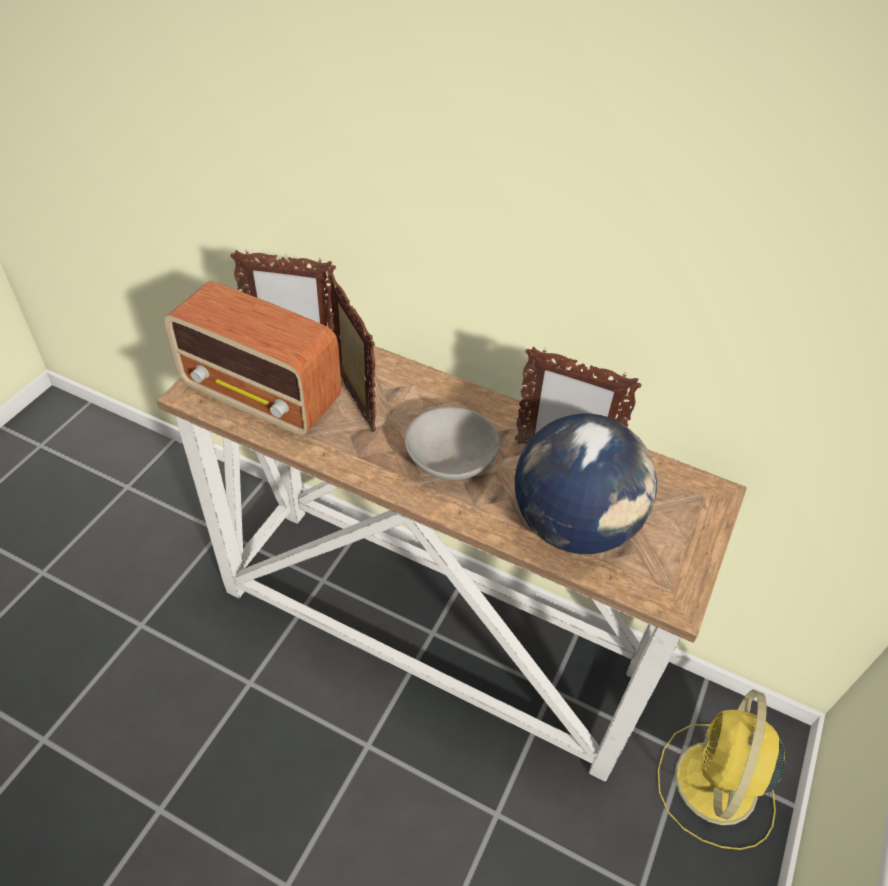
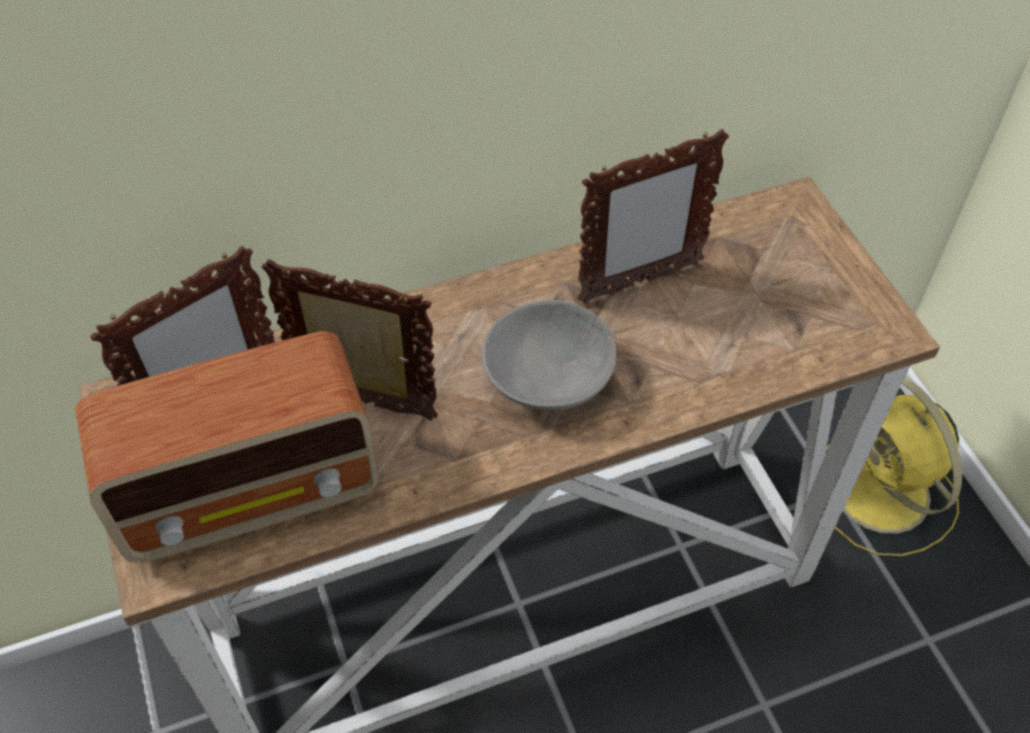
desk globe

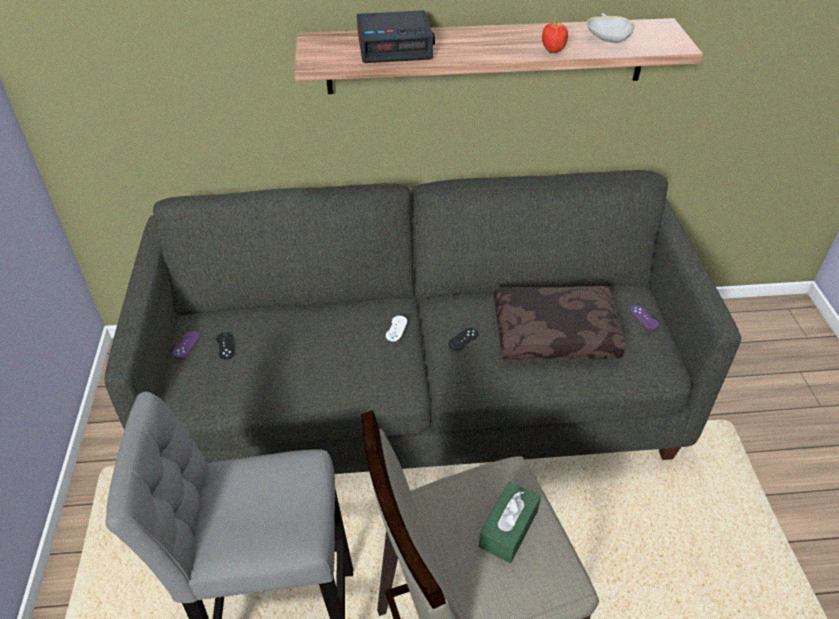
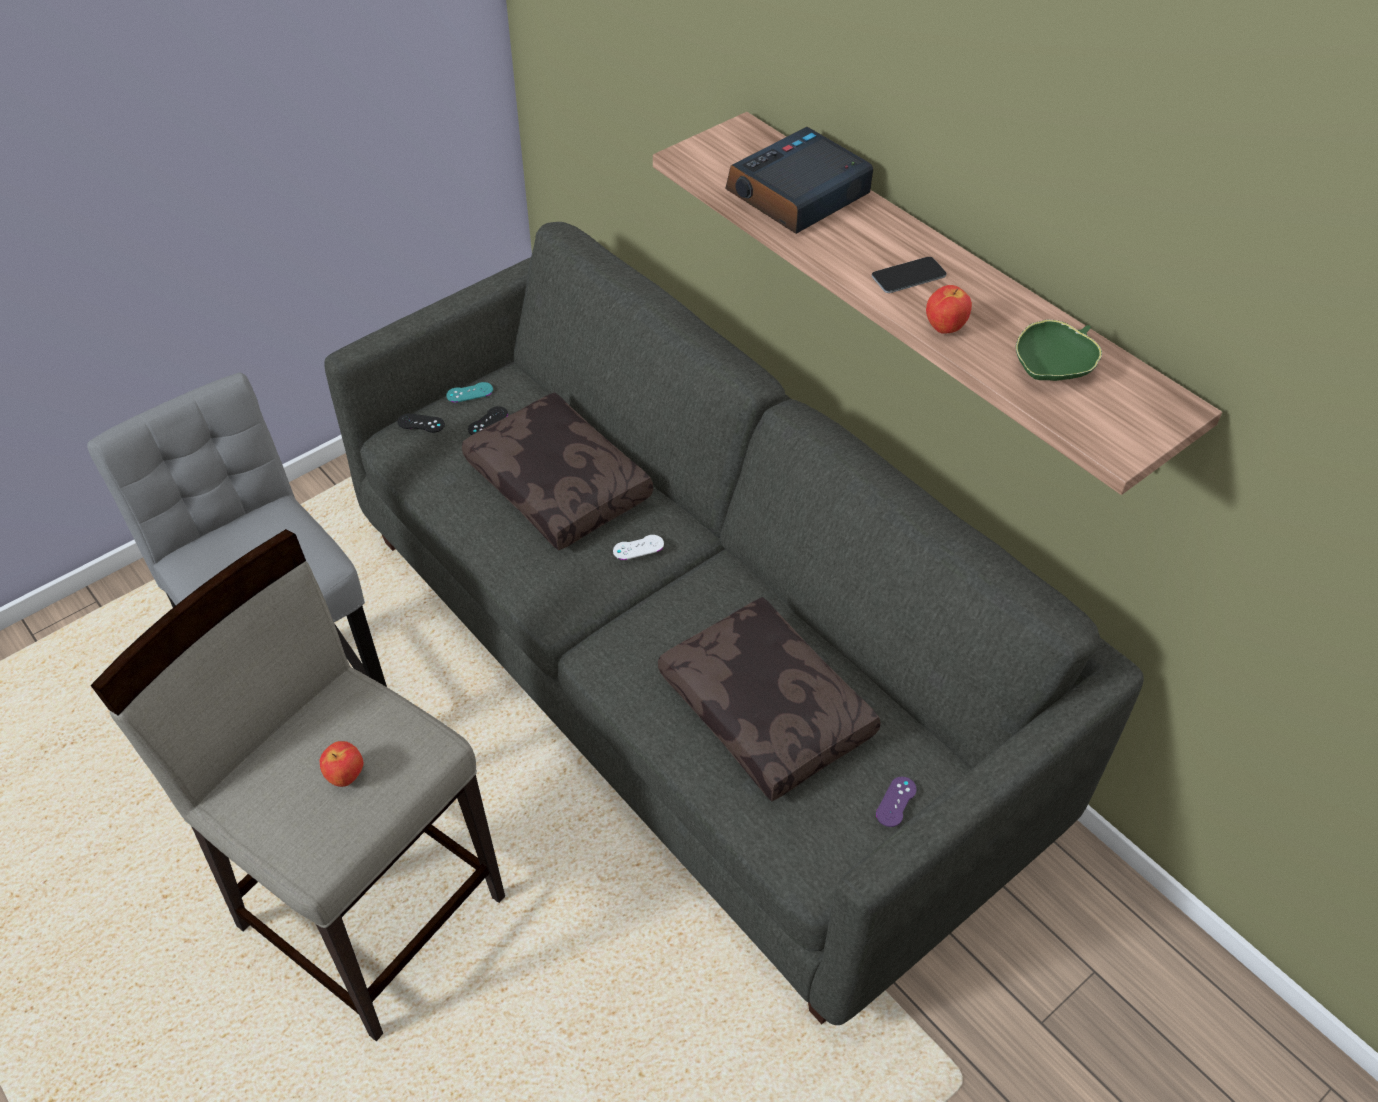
bedside clock
green-coloured deep dish
black-coloured joypad (1st from left)
turquoise-coloured joypad
whole apple (1st from left)
phone
brown-coloured pillow (1st from left)

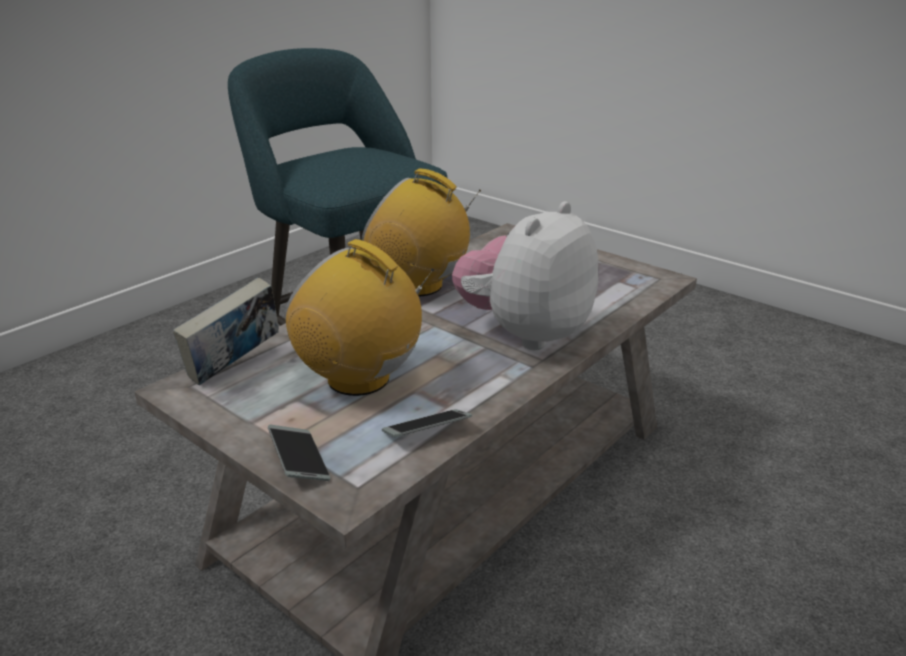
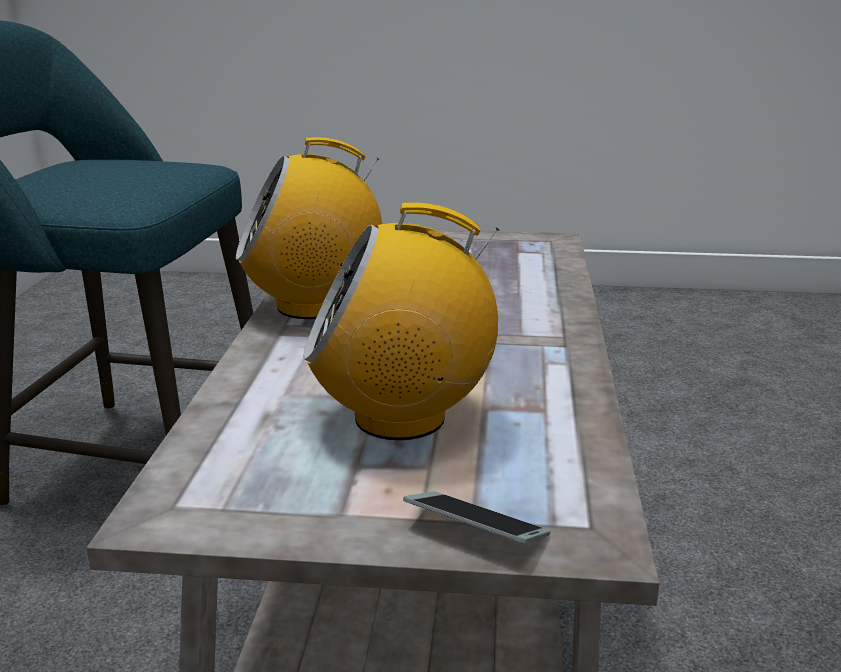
cuddly toy
volume
phone (2nd from left in the first image)

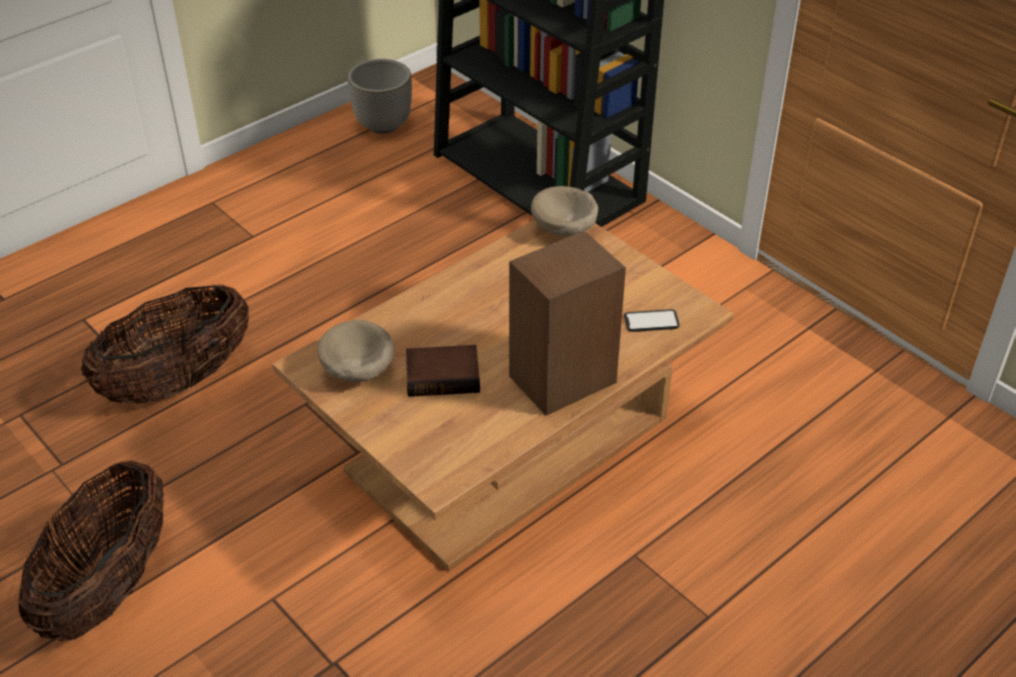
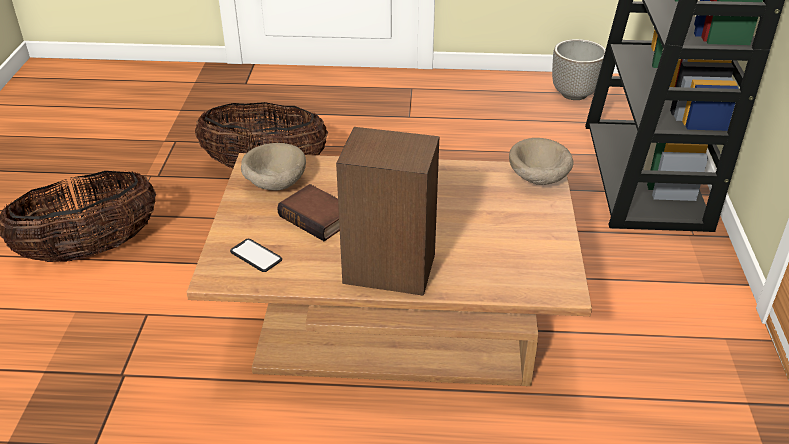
phone

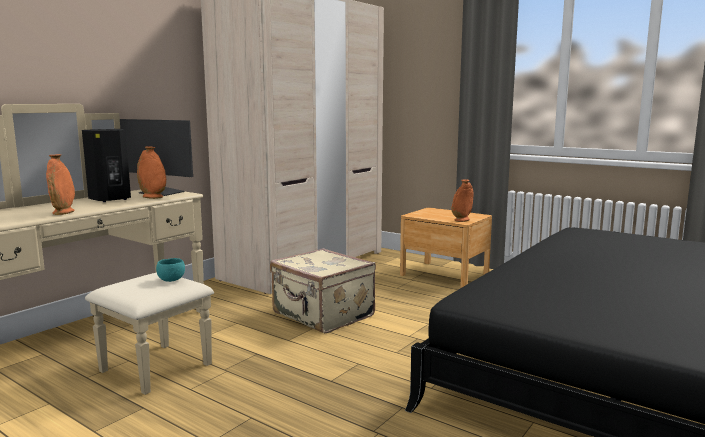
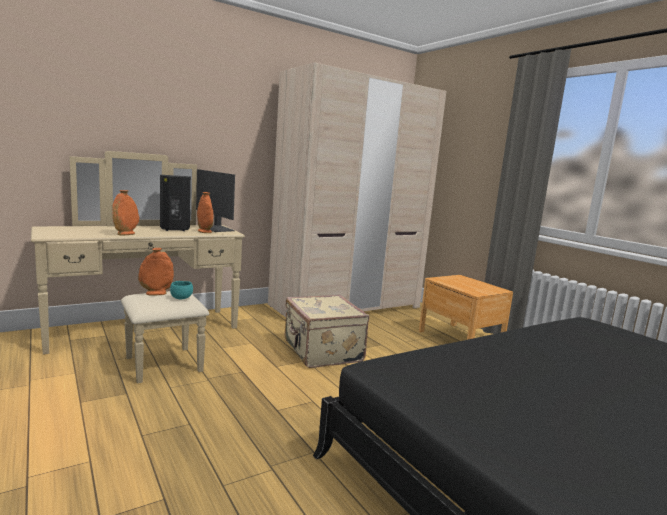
orange decorative vase (2nd from left)

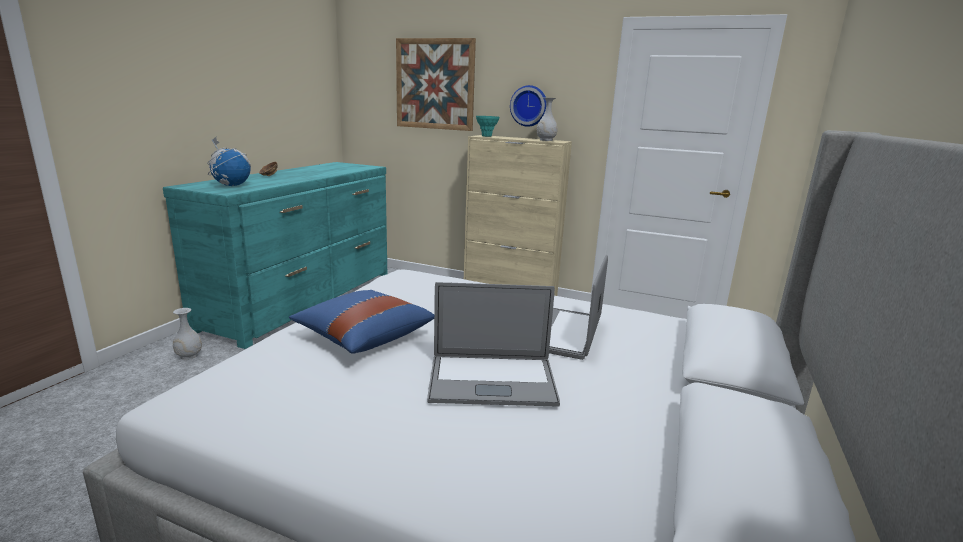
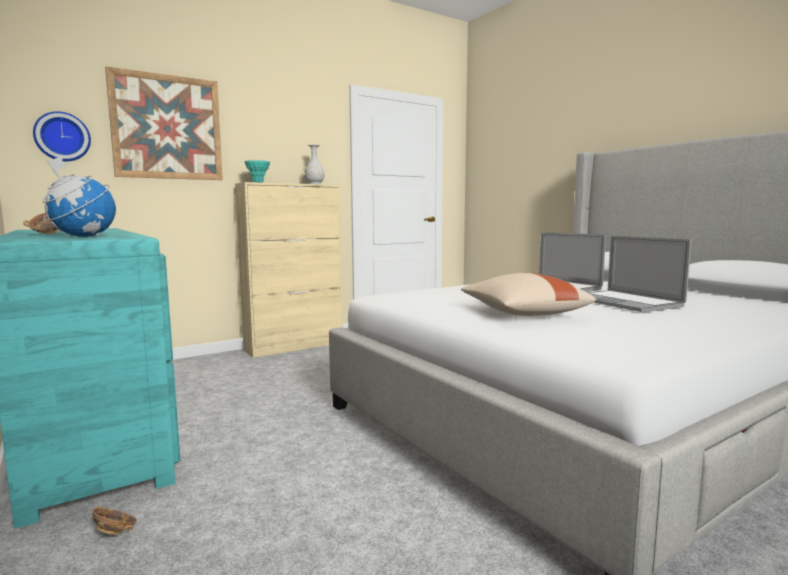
wall clock
laptop (2nd from left)
sand-coloured pillow
deep dish (2nd from left)

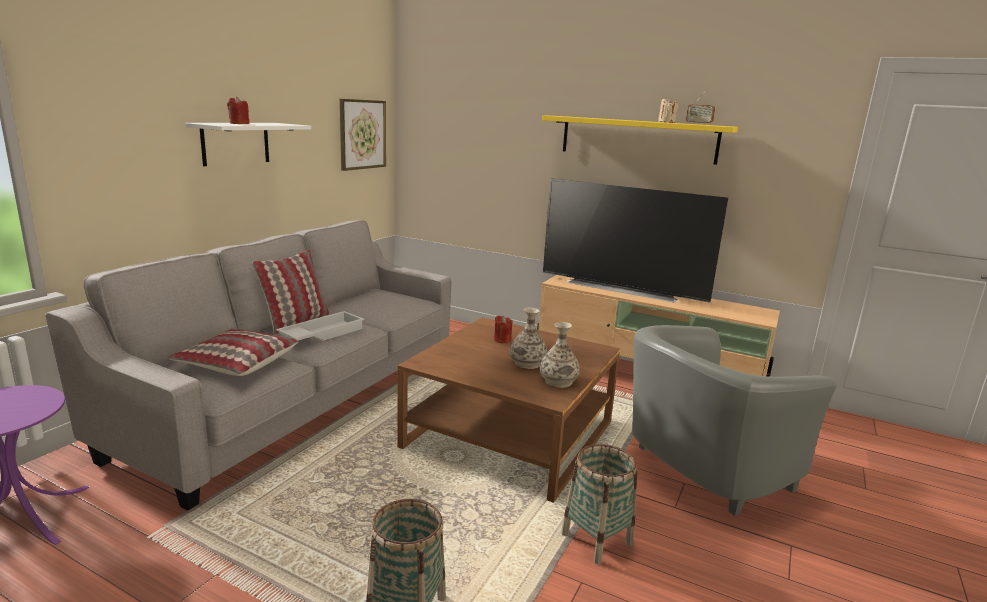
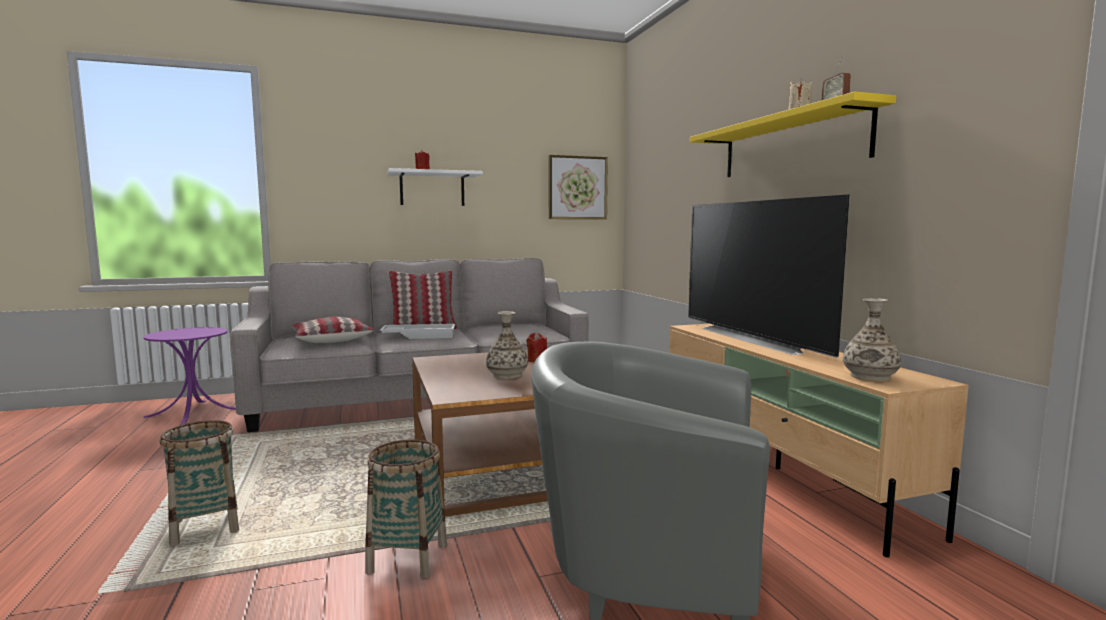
decorative vase (2nd from left)

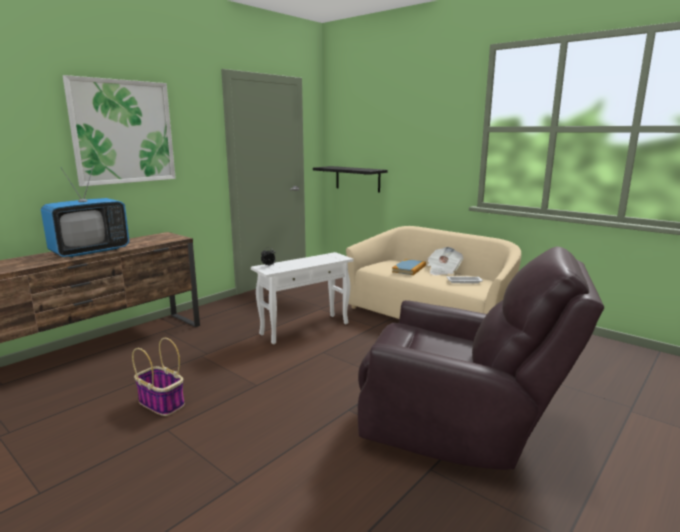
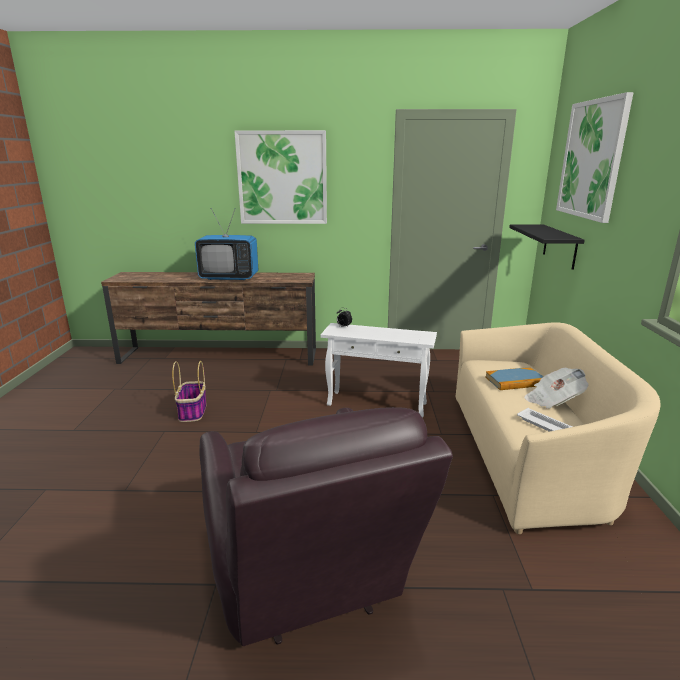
picture (2nd from left)

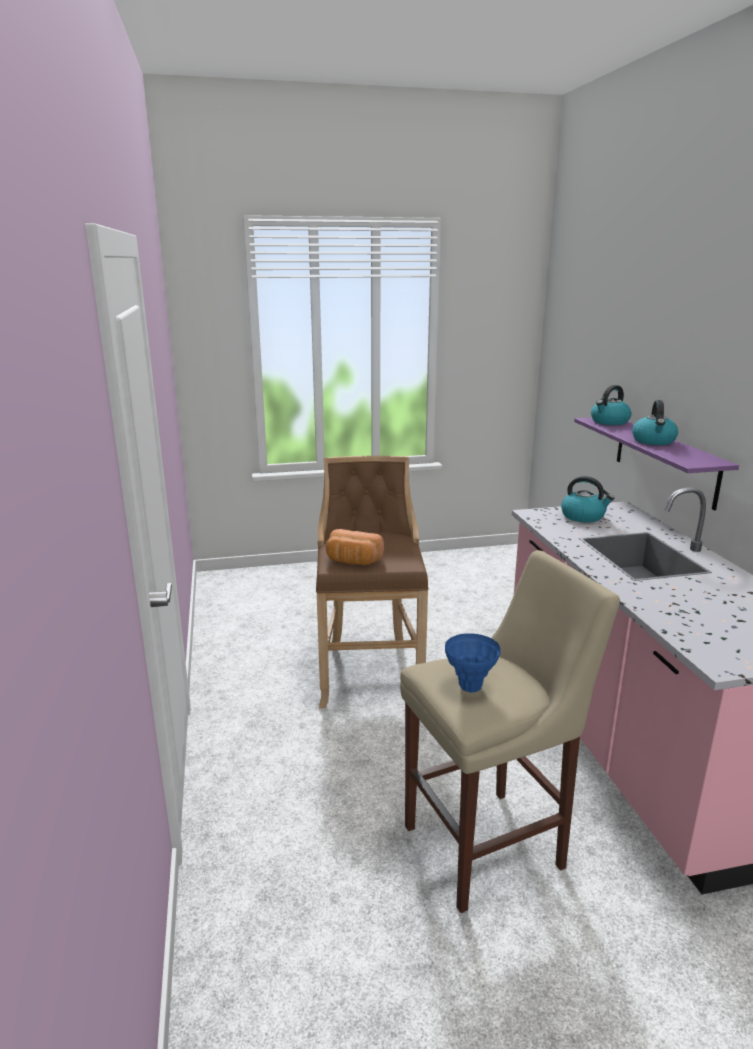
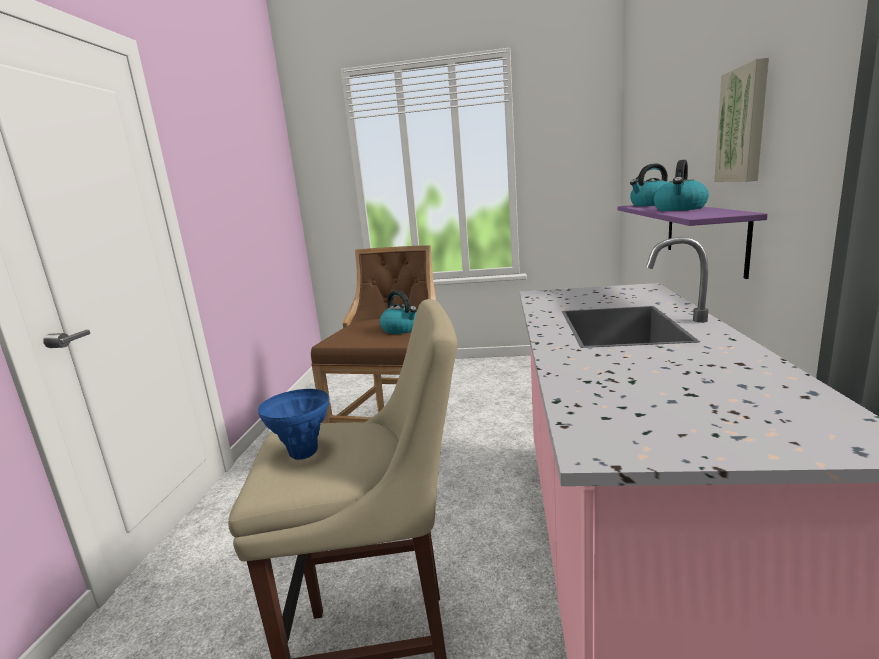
tea kettle (1st from left)
baked bread
picture

